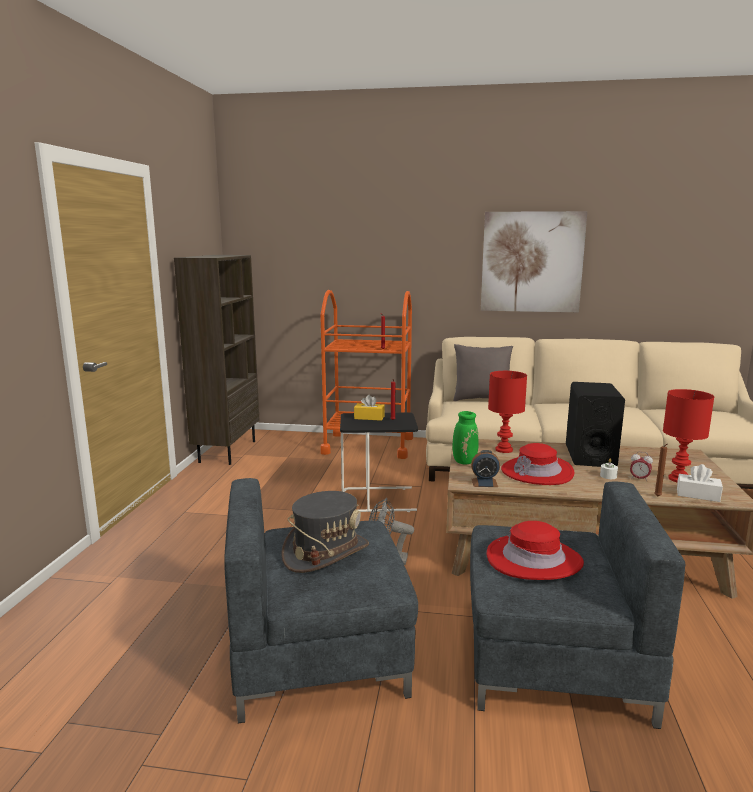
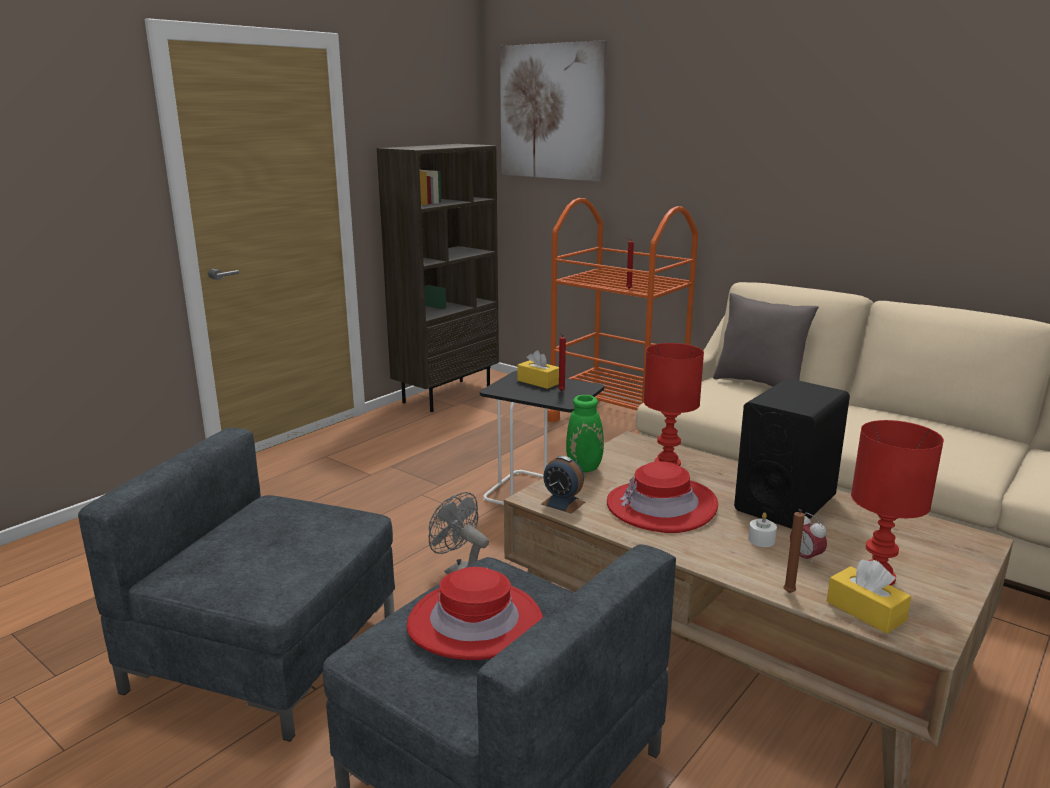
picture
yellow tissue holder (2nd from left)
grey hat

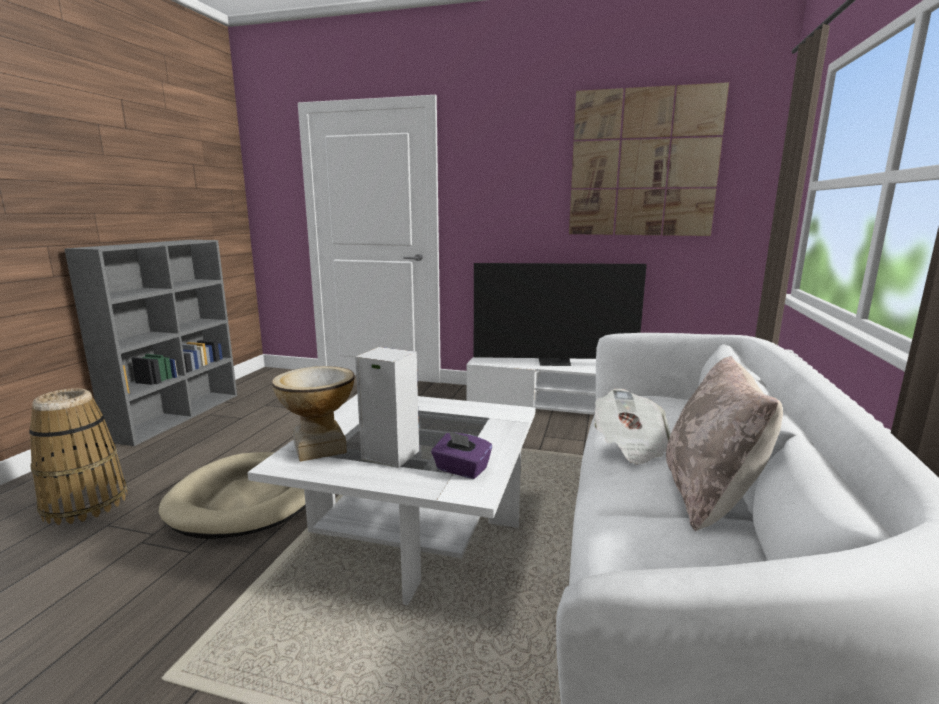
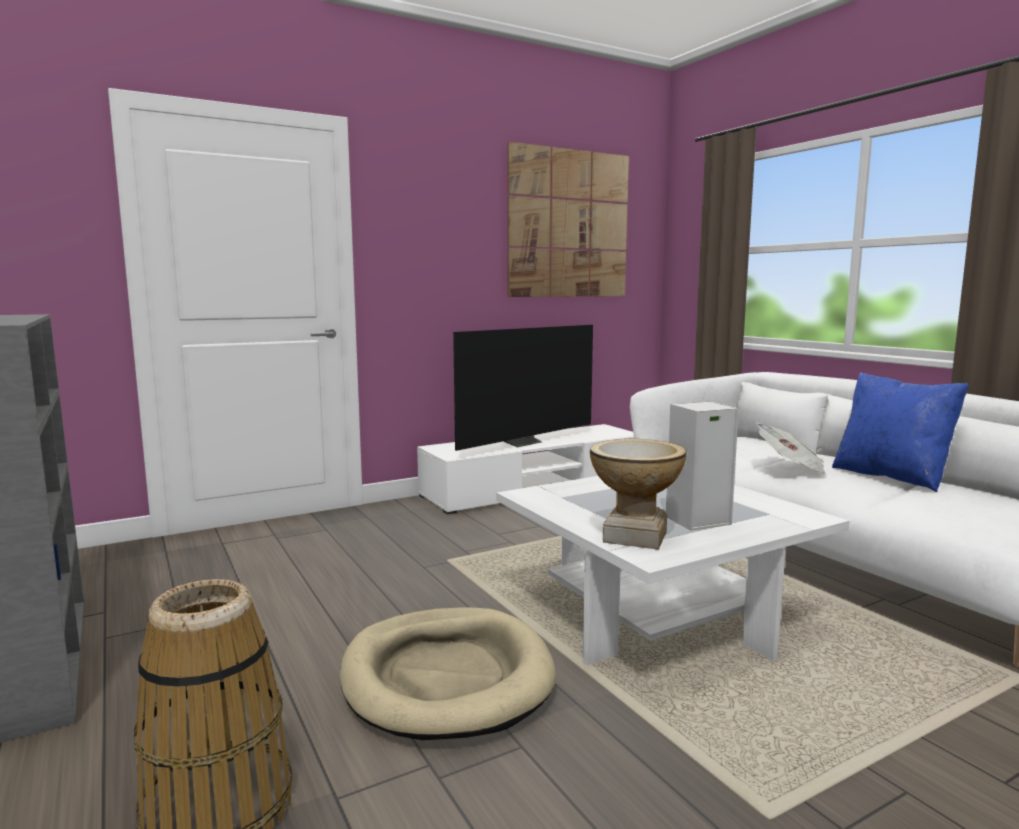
blue pillow
purplish tissue holder

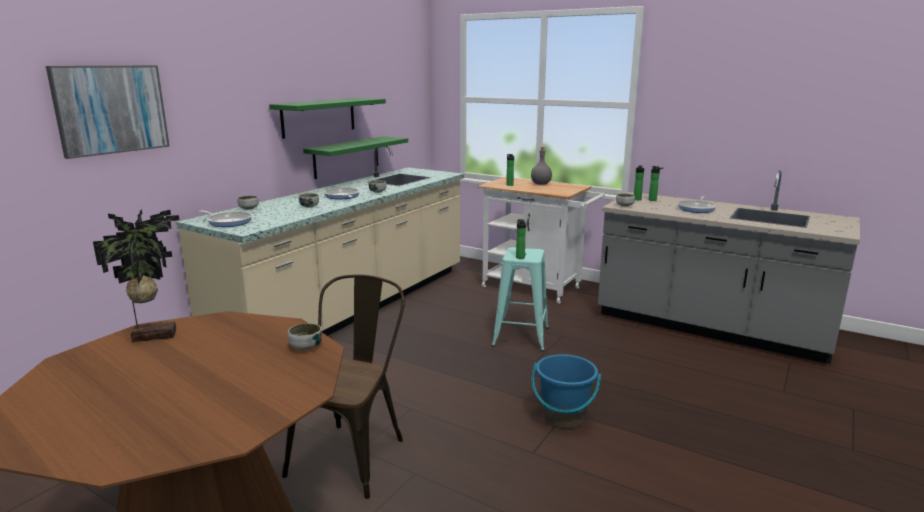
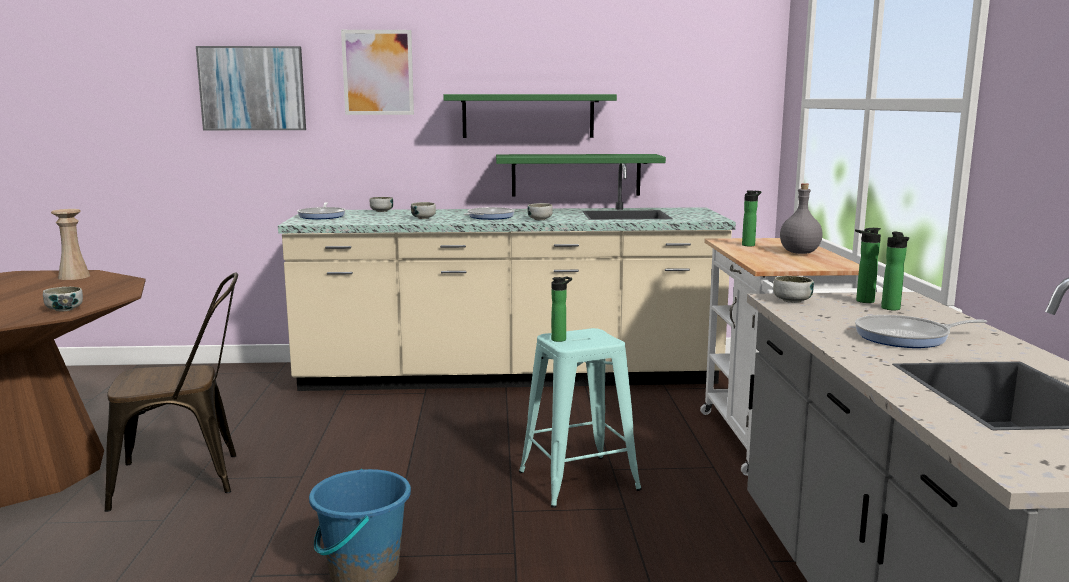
sand-coloured decorative vase
picture (2nd from left)

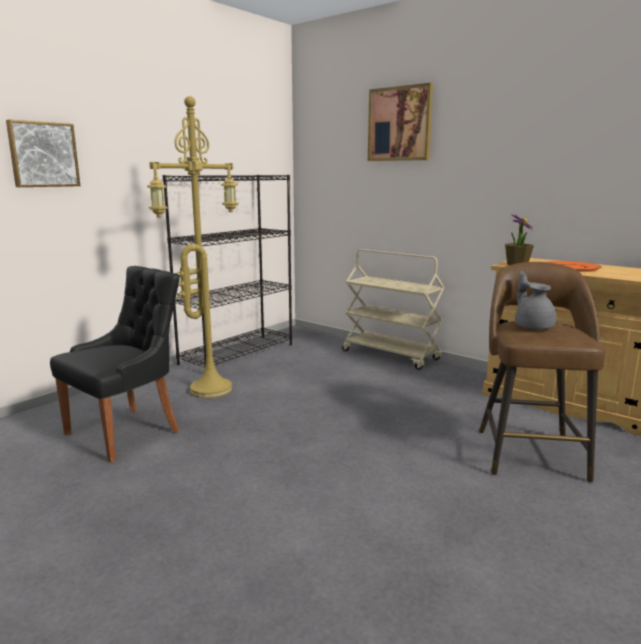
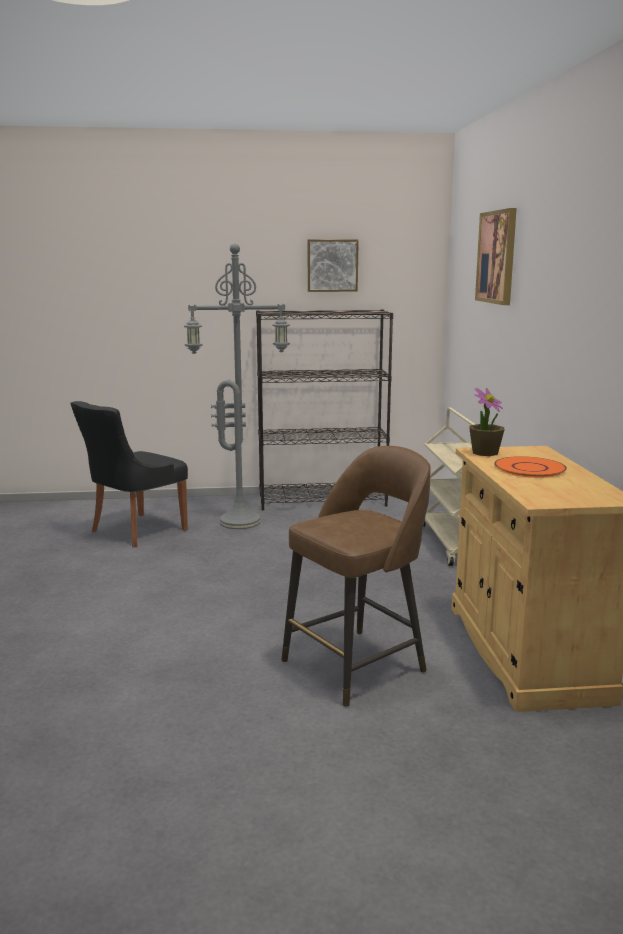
grey standing lamp
picture (1st from left)
black-coloured chair
grey tea pot

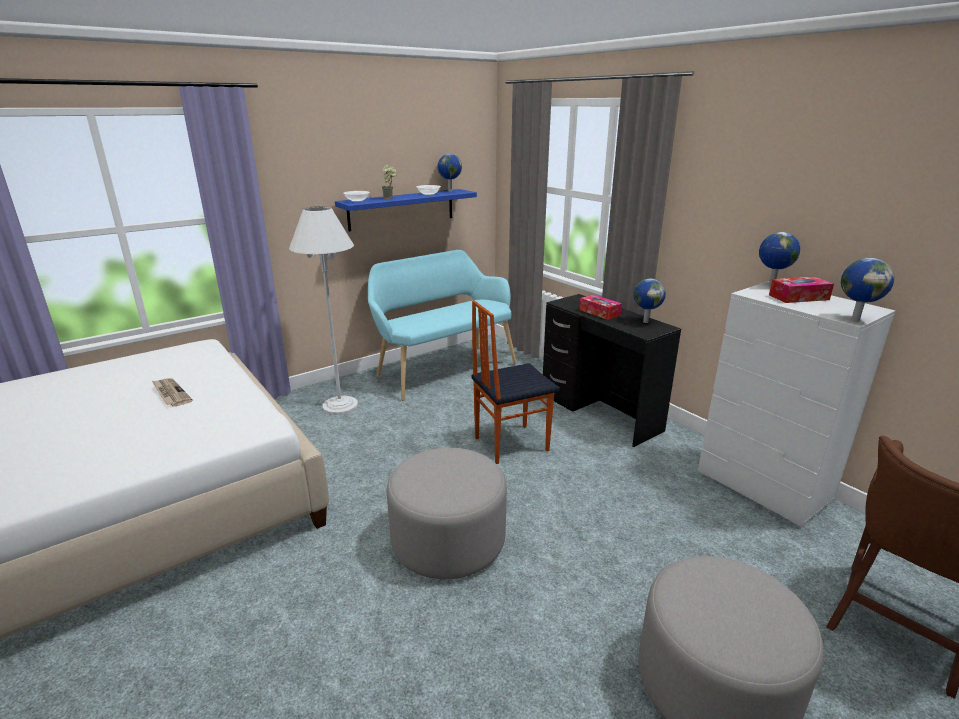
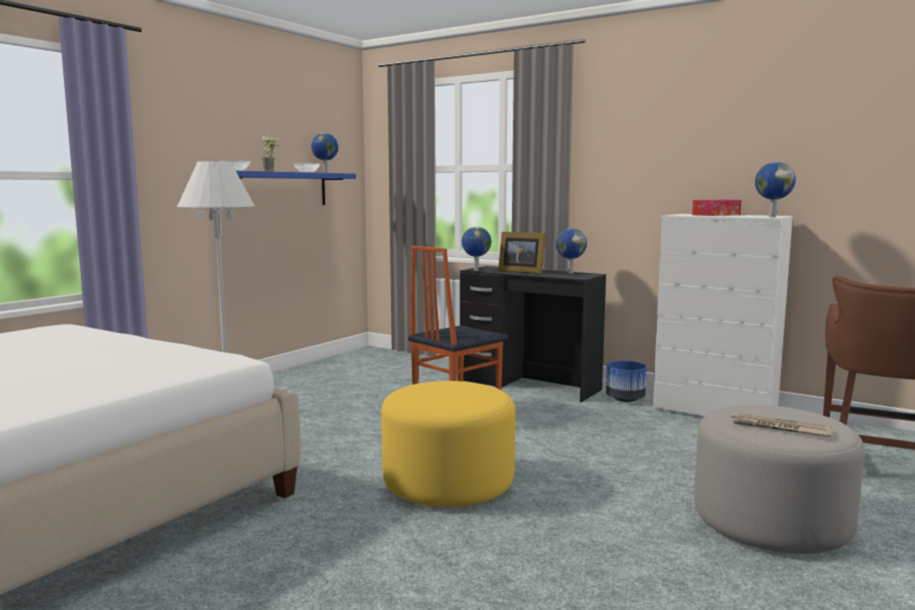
desk globe (2nd from left)
turquoise-coloured indoor bench
standing frame
newspaper
yellow footrest
blue planter

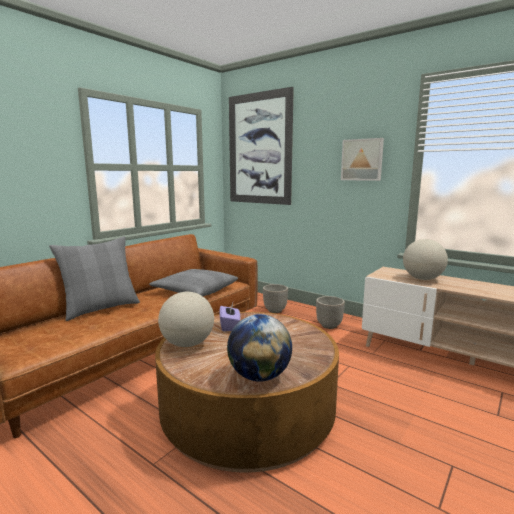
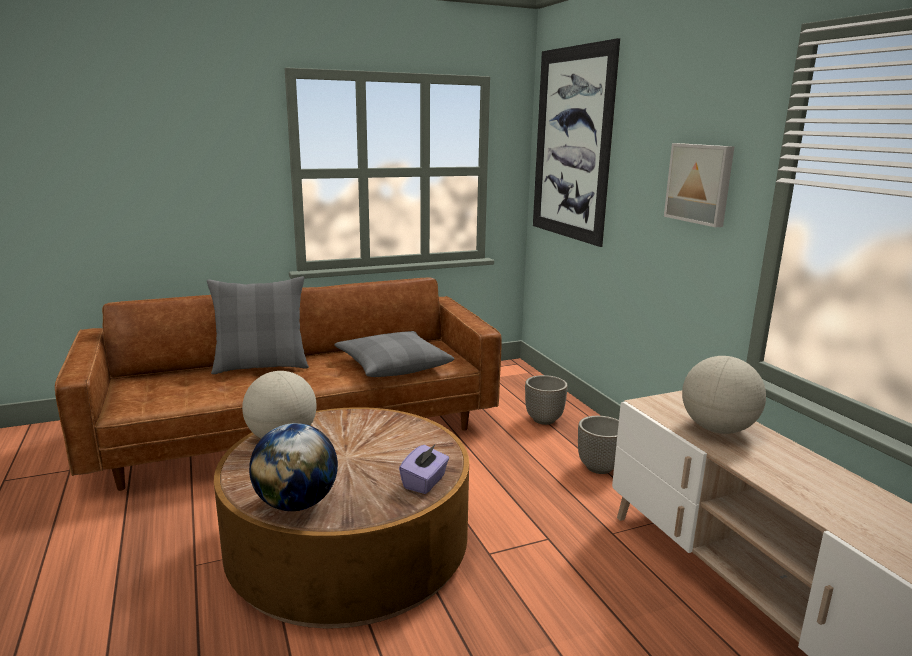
purplish tissue holder

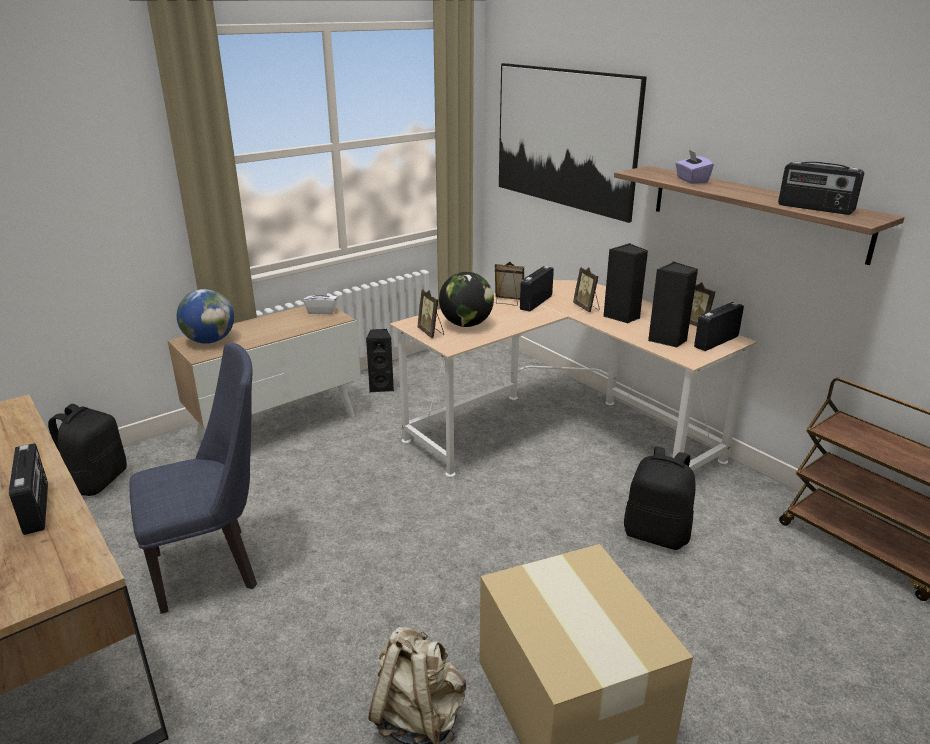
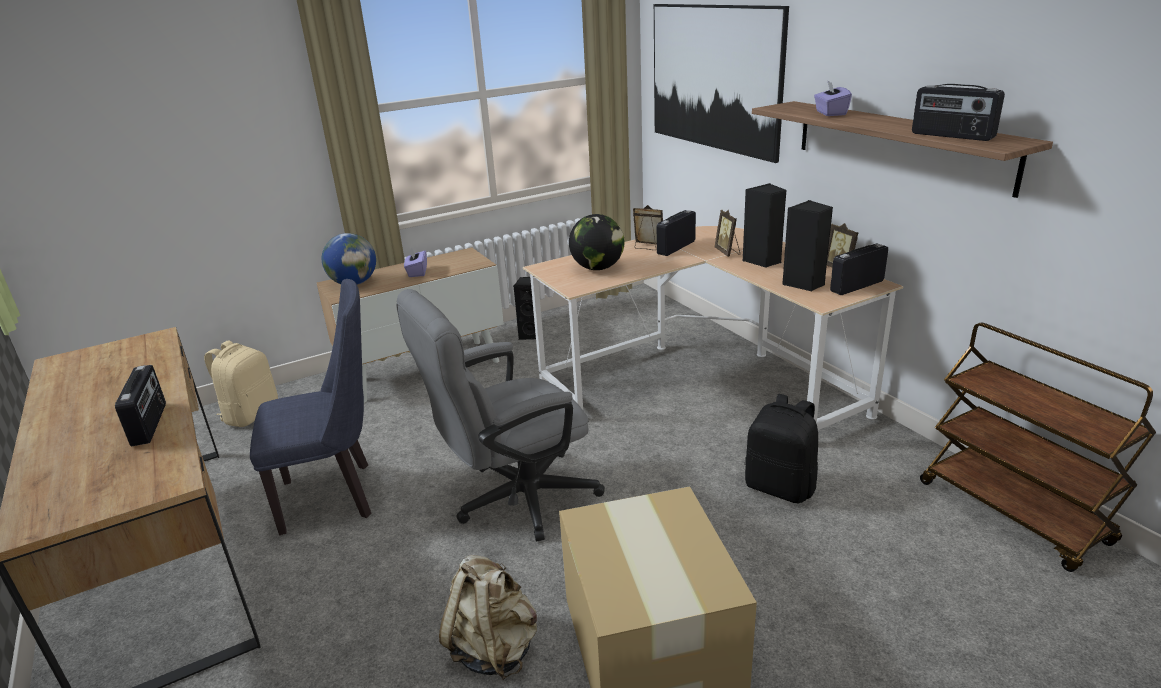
white tissue holder
standing frame (1st from left in the first image)
sand-coloured backpack (1st from left)
purplish tissue holder (1st from left)
grey office chair

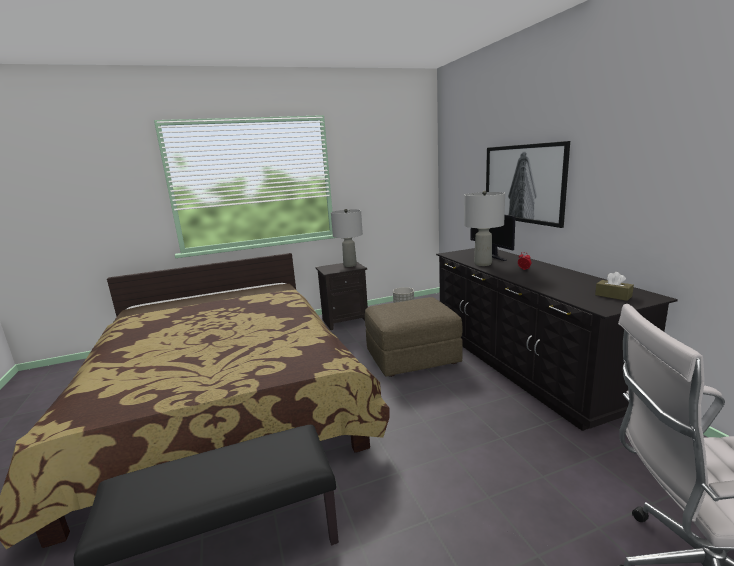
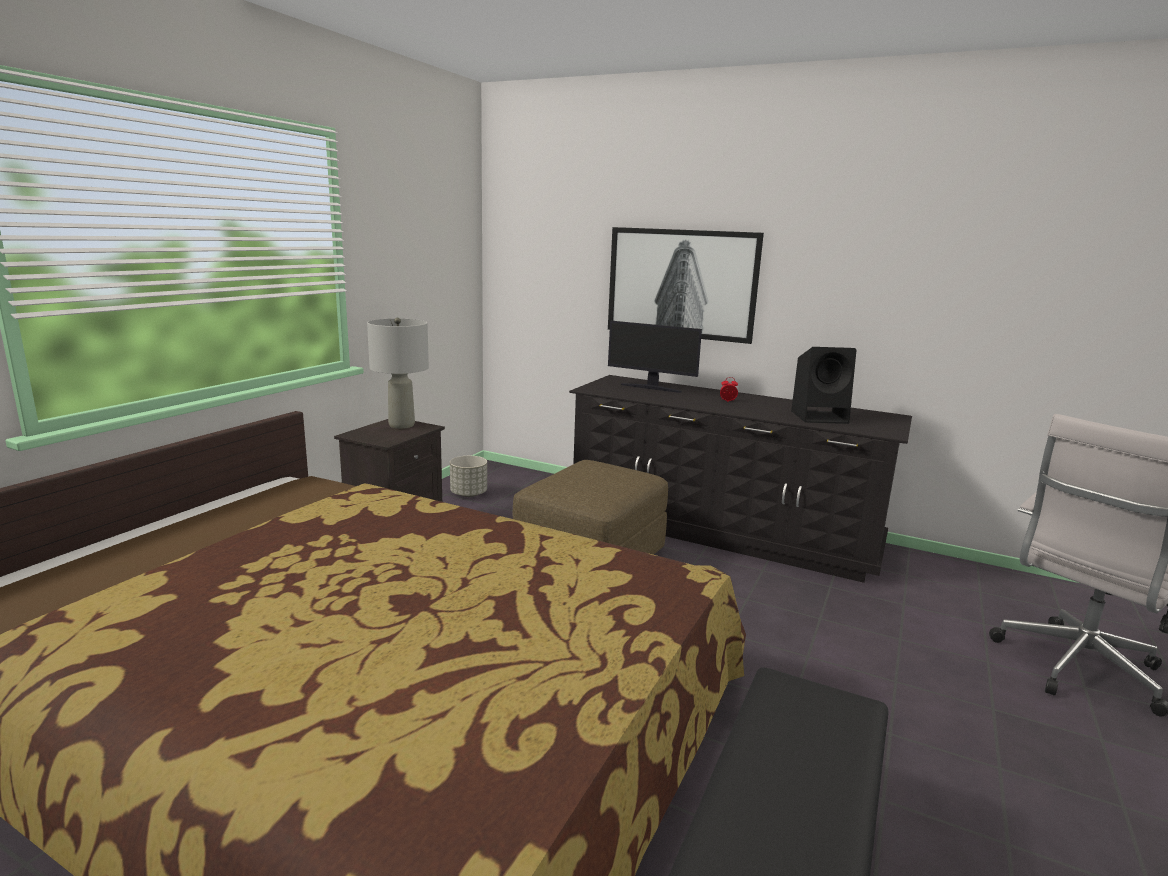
grey tabletop lamp (2nd from left in the first image)
brown-coloured tissue holder
black-coloured audio speaker

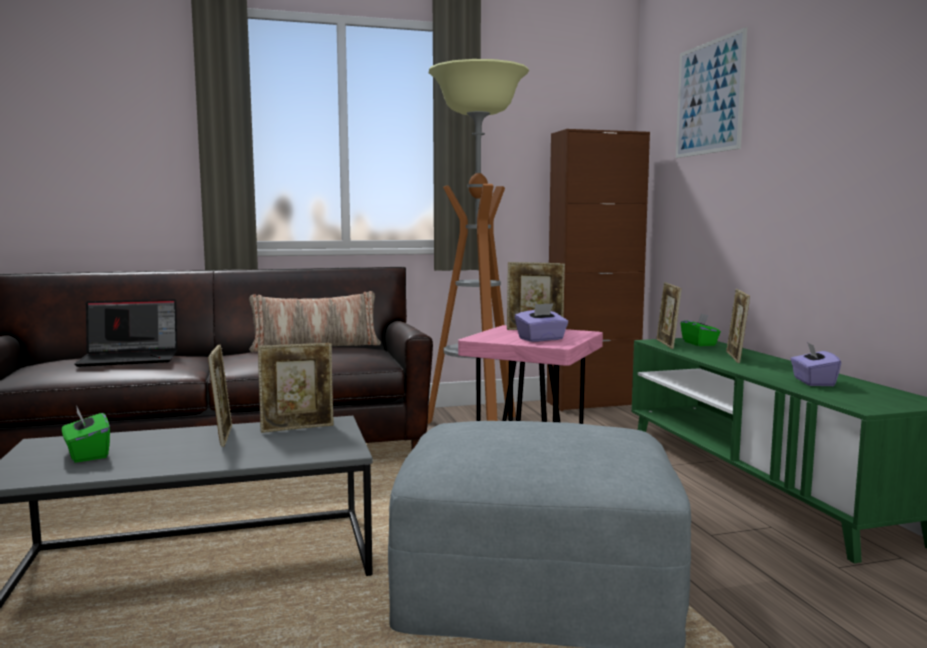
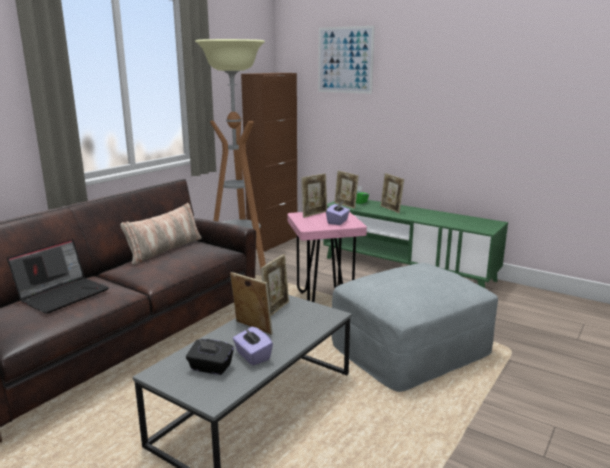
purplish tissue holder (1st from left)
black-coloured tissue holder

